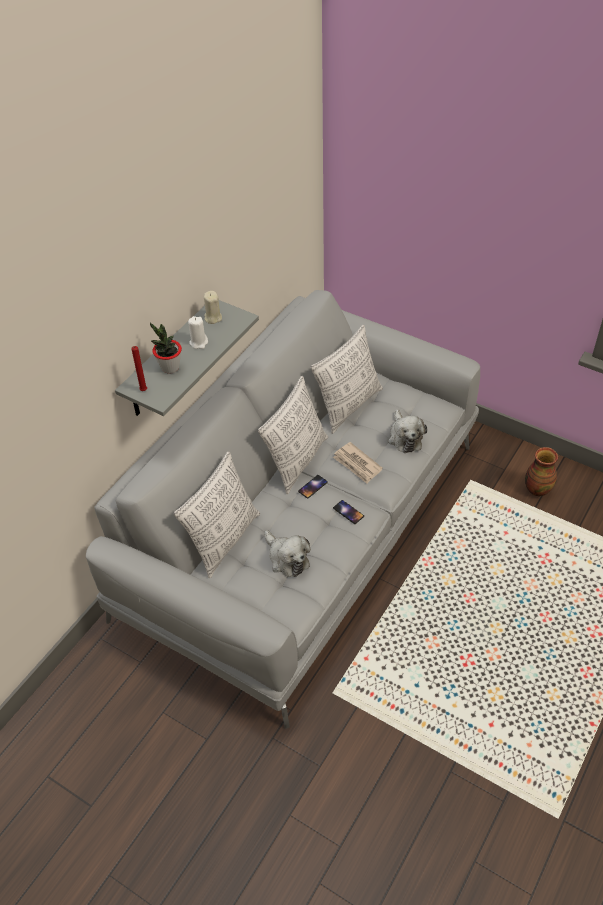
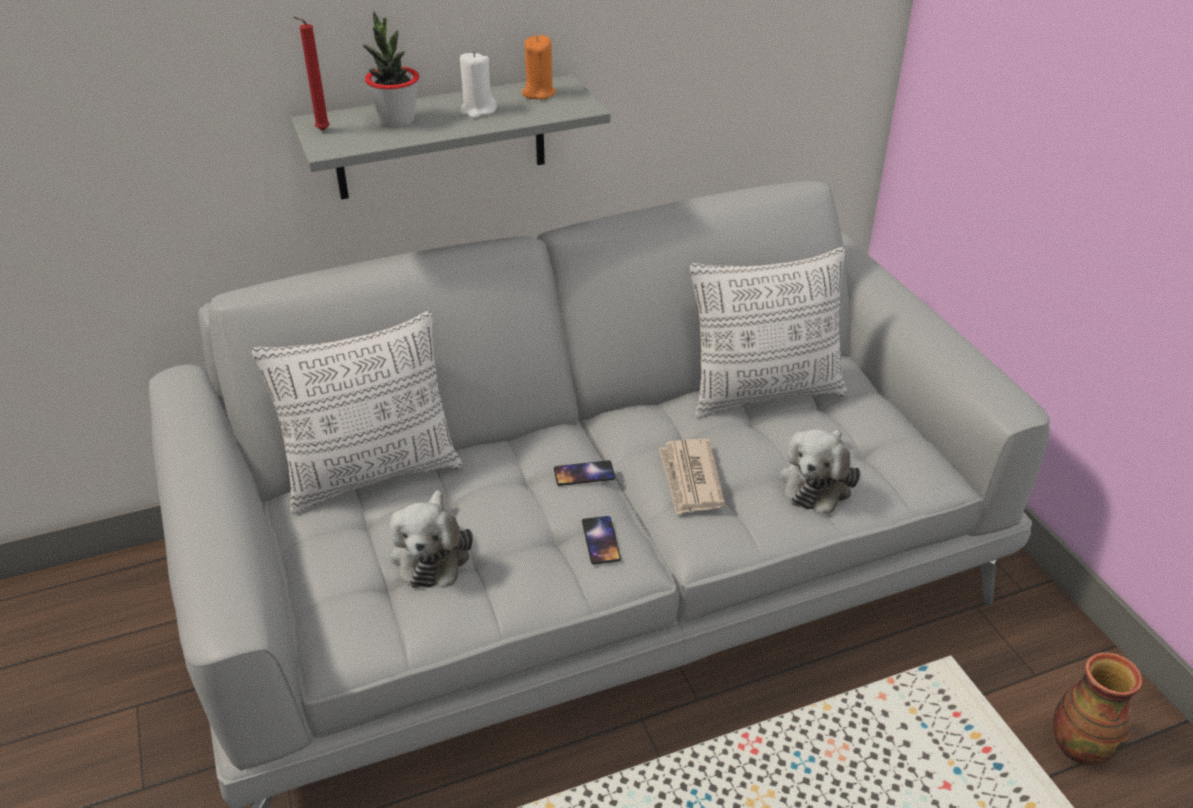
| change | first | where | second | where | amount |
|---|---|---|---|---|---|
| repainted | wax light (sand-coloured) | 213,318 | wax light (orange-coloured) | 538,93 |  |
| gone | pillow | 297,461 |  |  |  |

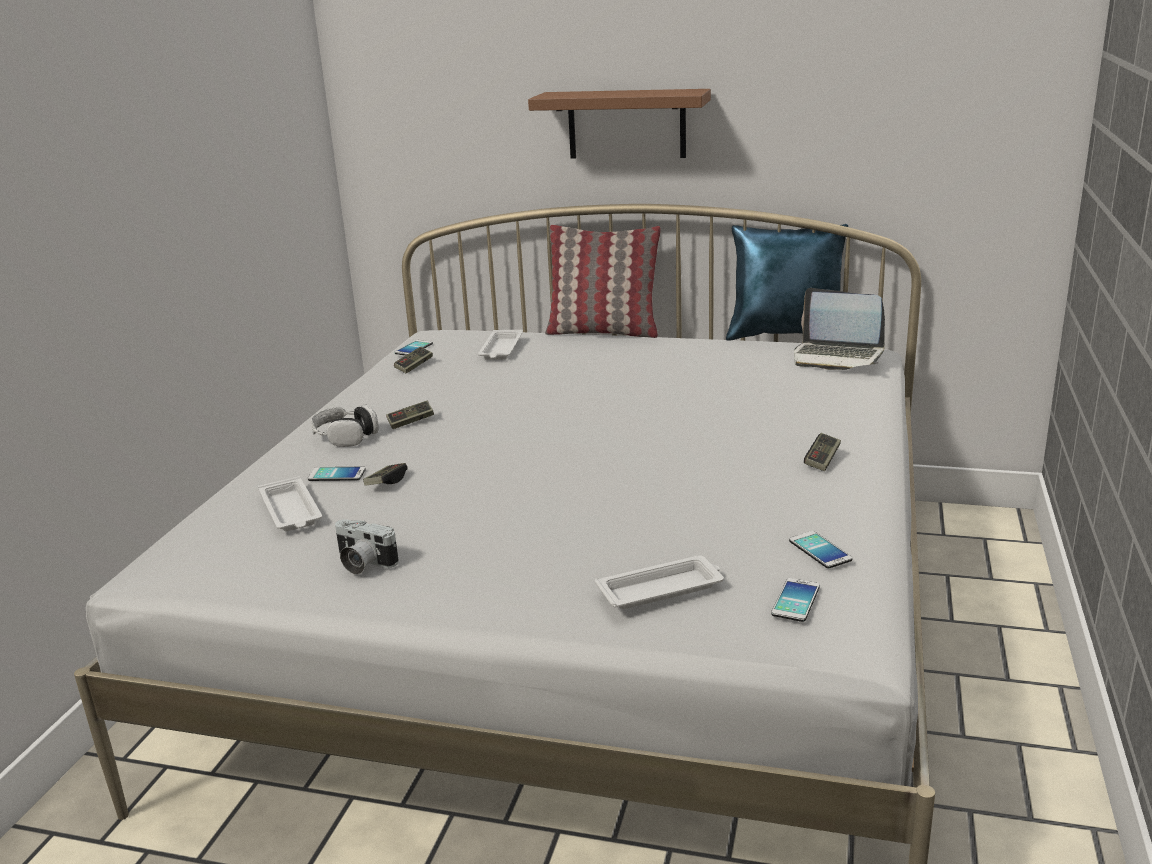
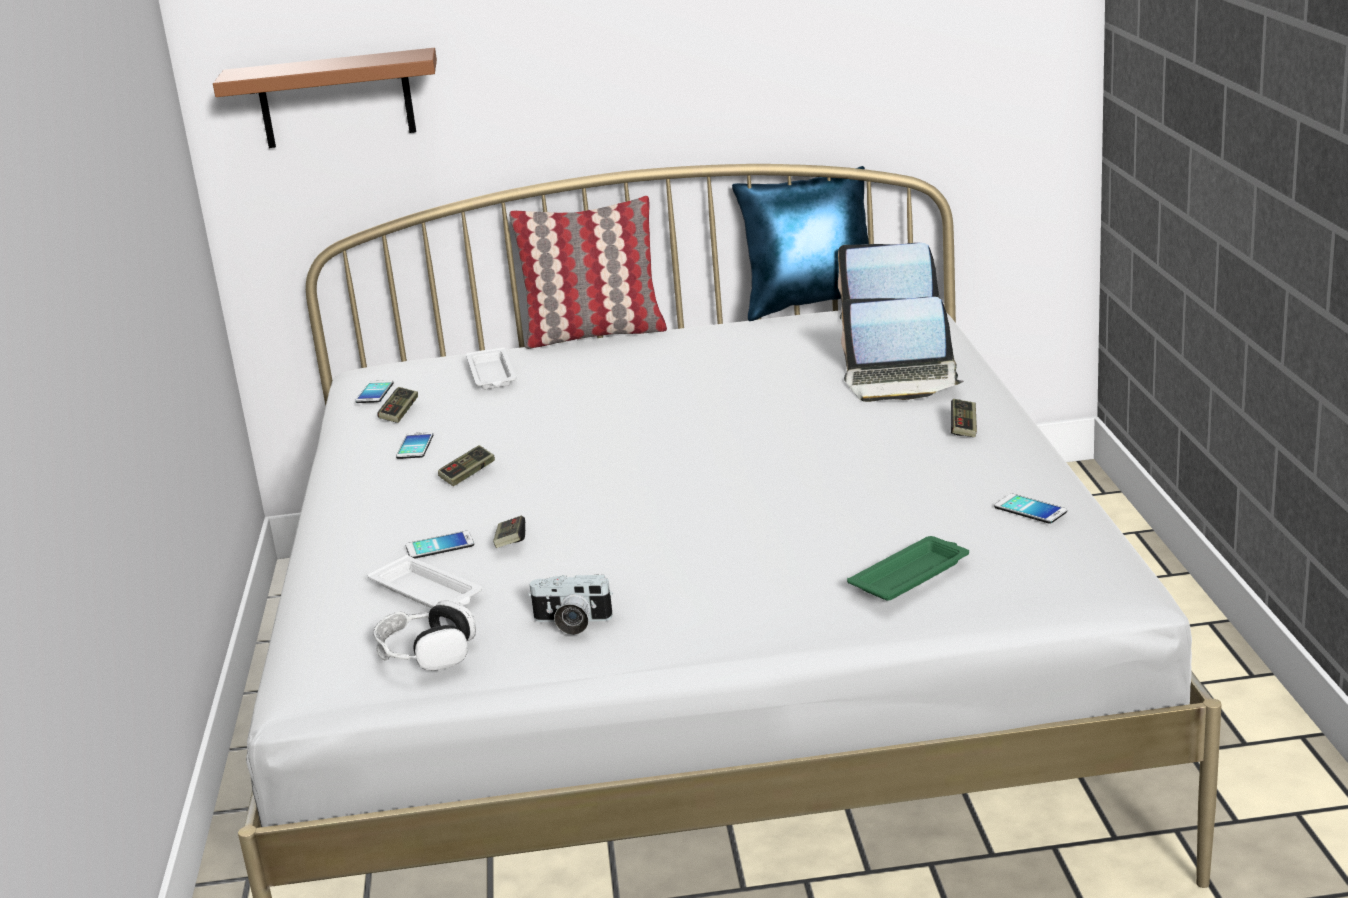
| change | first | where | second | where | amount |
|---|---|---|---|---|---|
| shifted | headset | 345,436 |  | 426,653 |  |
| shifted | wall shelf (brown-coloured) | 626,124 |  | 336,99 |  |
| repainted | carrying tray (whitish) | 662,589 | carrying tray (green) | 911,575 |  |
| shifted | telephone | 795,600 |  | 415,446 |  |
| new |  |  | laptop | 902,381 |  |

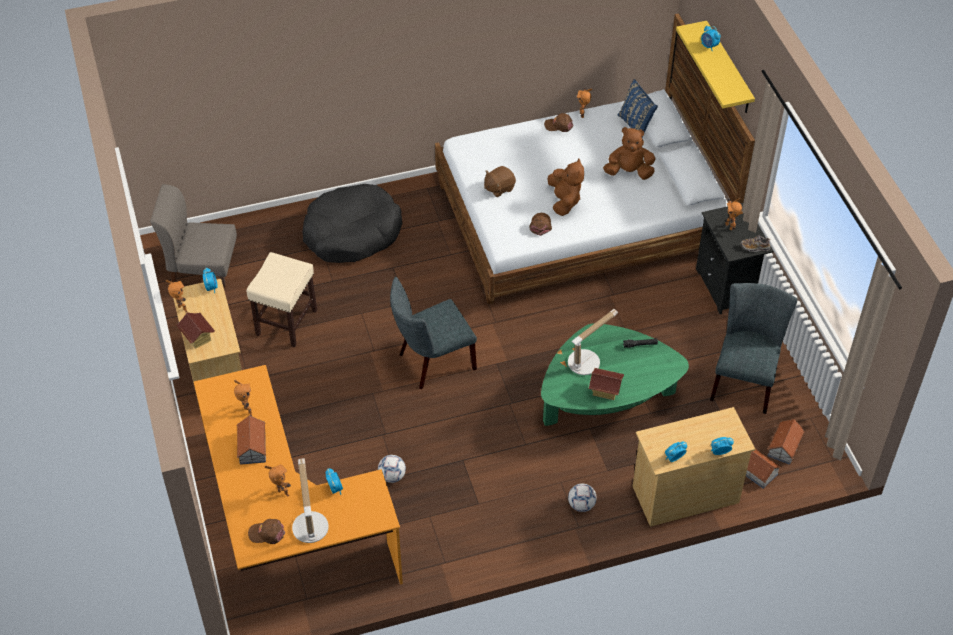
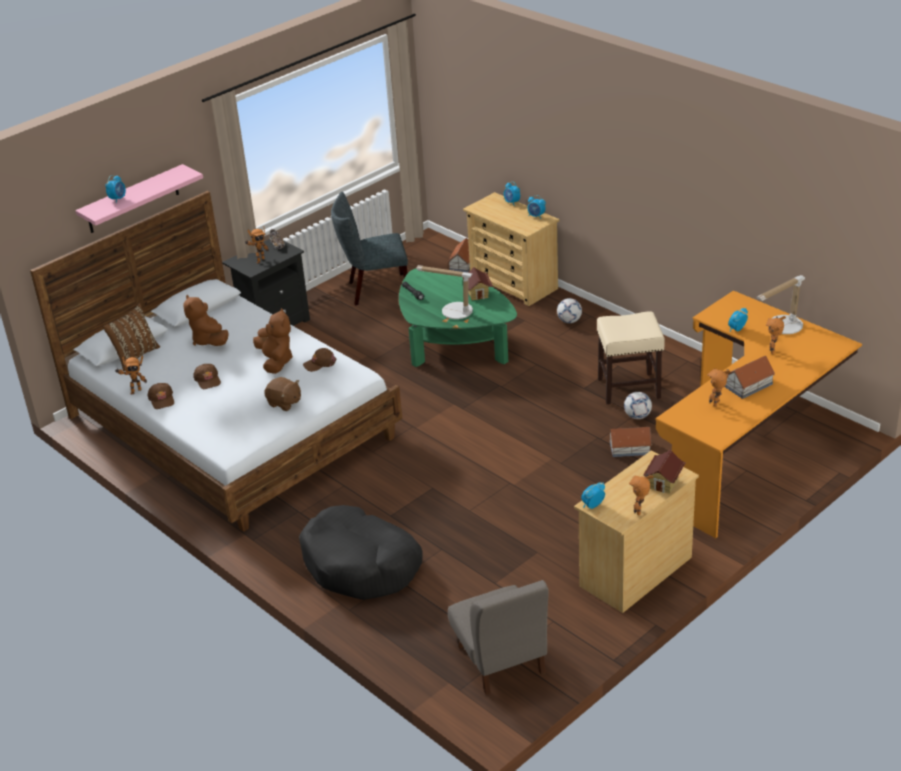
| change | first | where | second | where | amount |
|---|---|---|---|---|---|
| shifted | stool seat (sand-coloured) | 286,323 |  | 629,388 |  |
| shifted | peaked cap (brown-coloured) | 267,533 |  | 208,380 |  |
| gone | plain chair (greyish) | 432,362 |  |  |  |
| rotated | cuddly toy (brown-coloured) | 564,201 |  | 276,361 | 105 degrees clockwise |
| repainted | pillow (blue-coloured) | 636,126 | pillow (brown-coloured) | 135,356 |  |
| repainted | wall shelf (yellow-coloured) | 728,69 | wall shelf (pinkish) | 132,199 |  |
| shifted | model house | 784,446 |  | 629,448 |  |

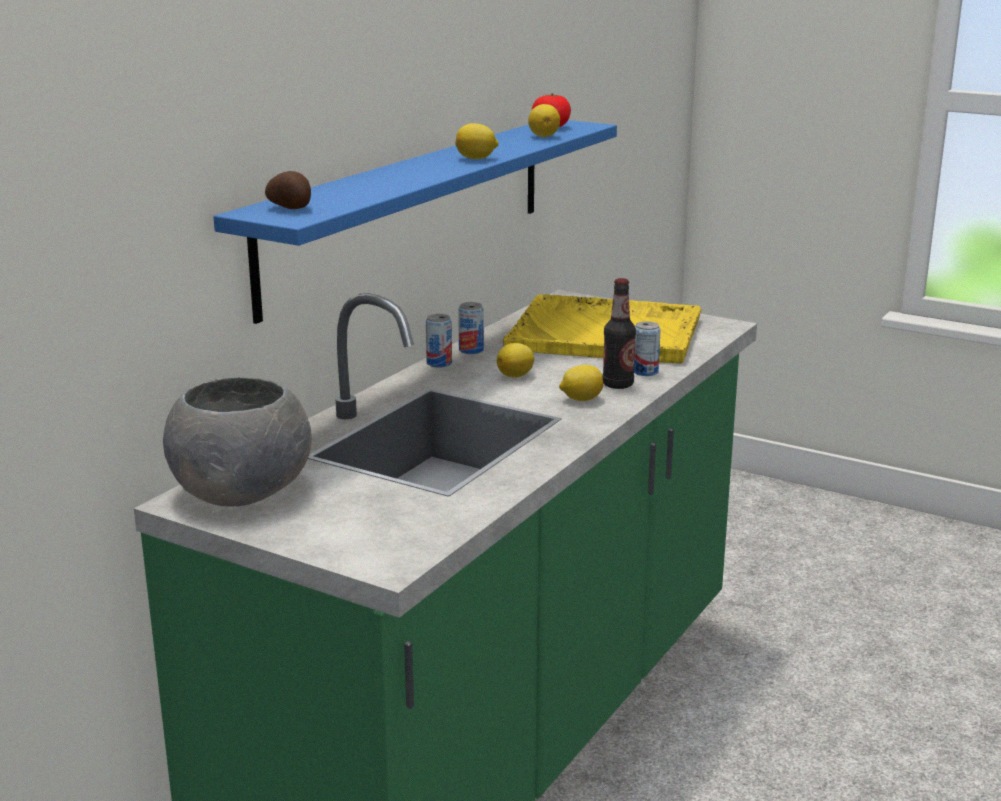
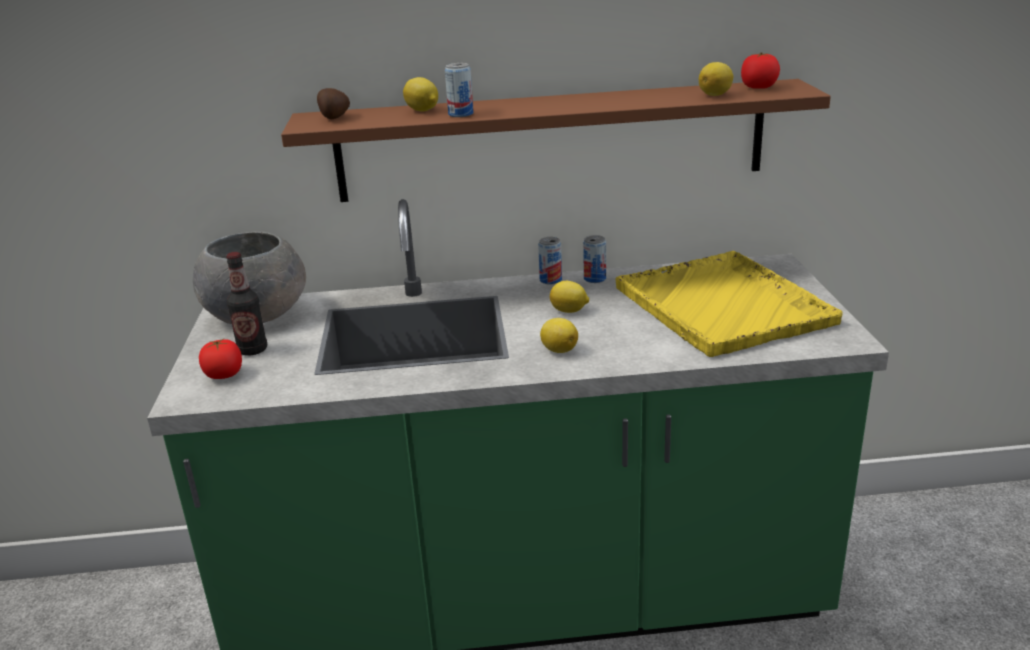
| change | first | where | second | where | amount |
|---|---|---|---|---|---|
| repainted | wall shelf (blue-coloured) | 411,209 | wall shelf (brown-coloured) | 551,141 |  |
| shifted | lemon | 476,158 |  | 422,111 |  |
| shifted | beverage bottle | 617,385 |  | 252,350 |  |
| shifted | can | 645,372 |  | 460,114 |  |
| new |  |  | fresh tomato | 224,375 |  |

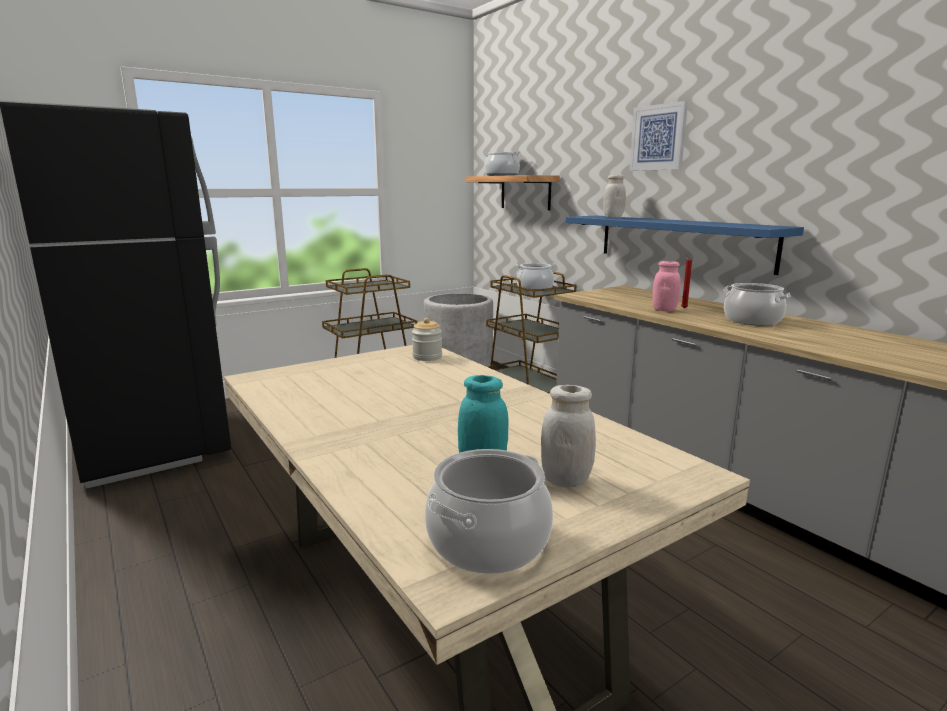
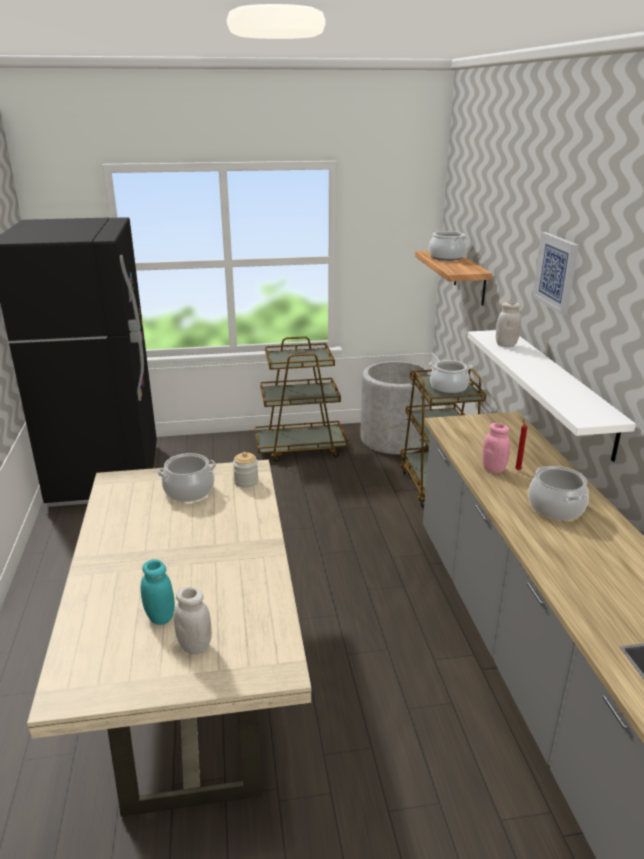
| change | first | where | second | where | amount |
|---|---|---|---|---|---|
| shifted | cooking pot | 487,541 |  | 189,491 |  |
| repainted | wall shelf (blue-coloured) | 681,241 | wall shelf (whitish) | 559,389 |  |

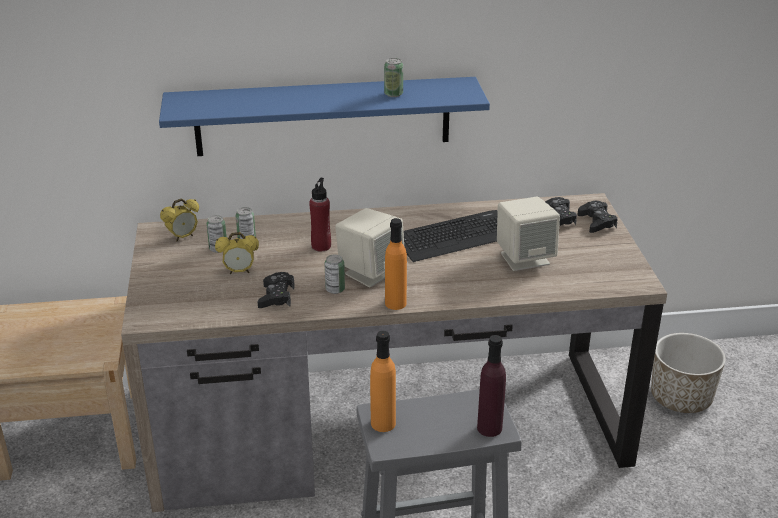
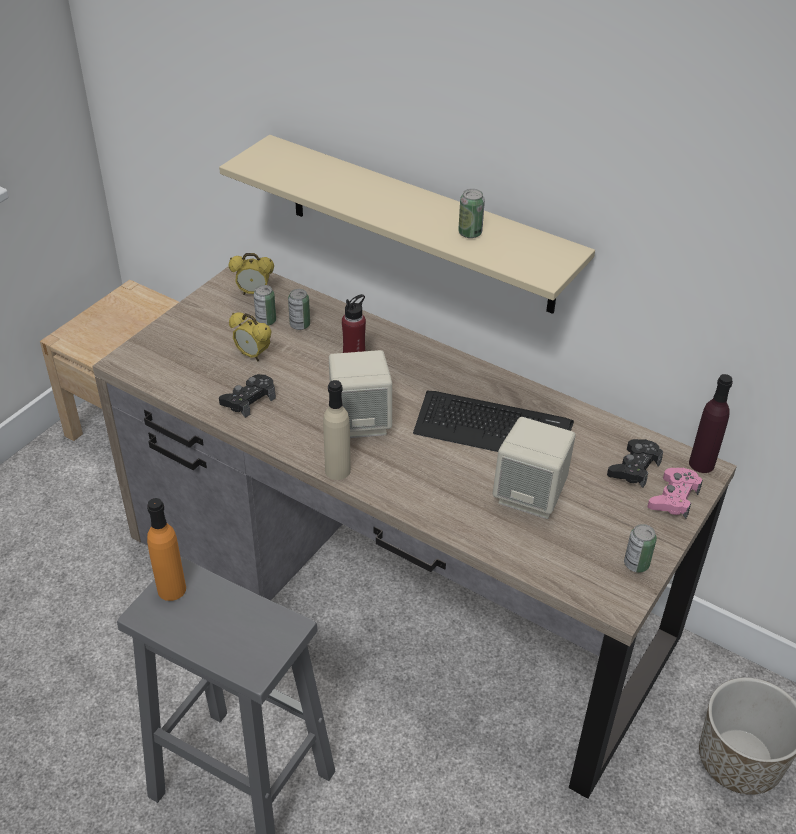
| change | first | where | second | where | amount |
|---|---|---|---|---|---|
| repainted | wall shelf (blue-coloured) | 323,116 | wall shelf (sand-coloured) | 420,224 |  |
| shifted | can | 335,289 |  | 636,564 |  |
| repainted | beverage bottle (orange-coloured) | 395,303 | beverage bottle (sand-coloured) | 337,470 |  |
| shifted | beverage bottle (purple) | 489,428 |  | 701,464 |  |
| repainted | joypad (black-coloured) | 596,222 | joypad (pinkish) | 674,498 |  |

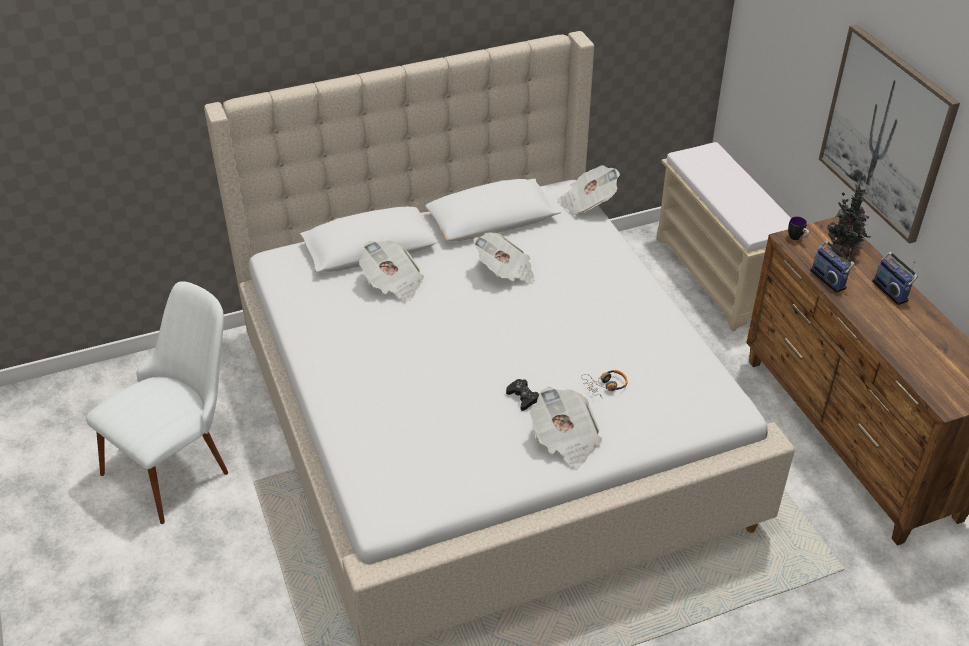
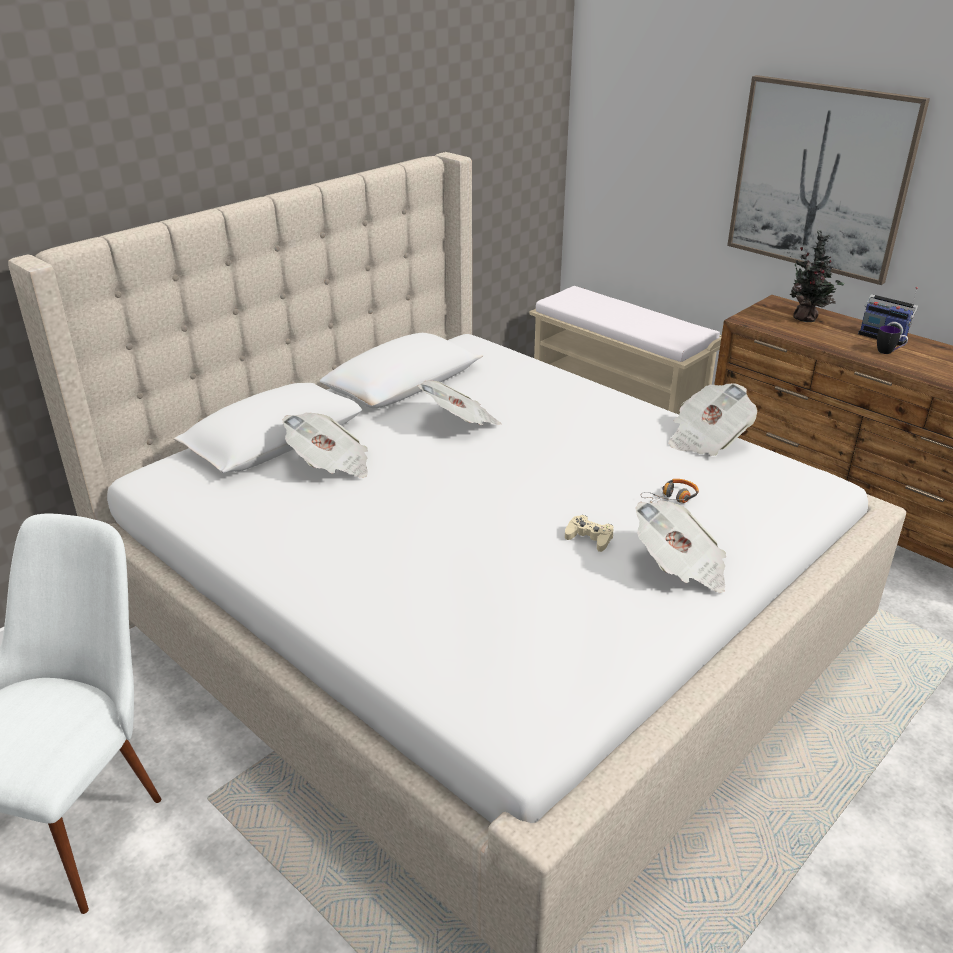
| change | first | where | second | where | amount |
|---|---|---|---|---|---|
| repainted | joypad (black-coloured) | 522,397 | joypad (sand-coloured) | 589,538 |  |
| shifted | newspaper | 587,203 |  | 707,439 |  |
| shifted | coffee mug | 797,239 |  | 888,352 |  |
| gone | radio | 829,279 |  |  |  |

